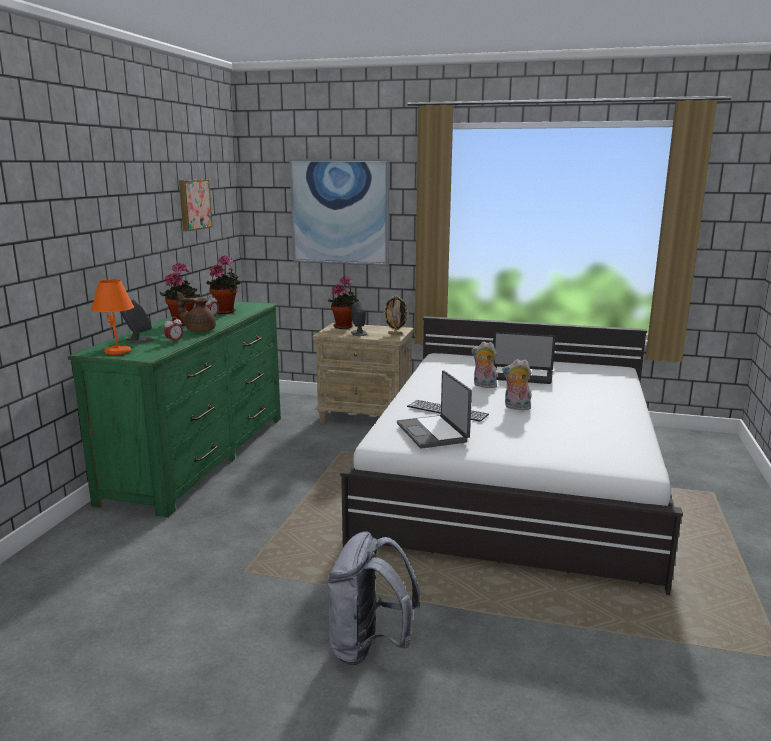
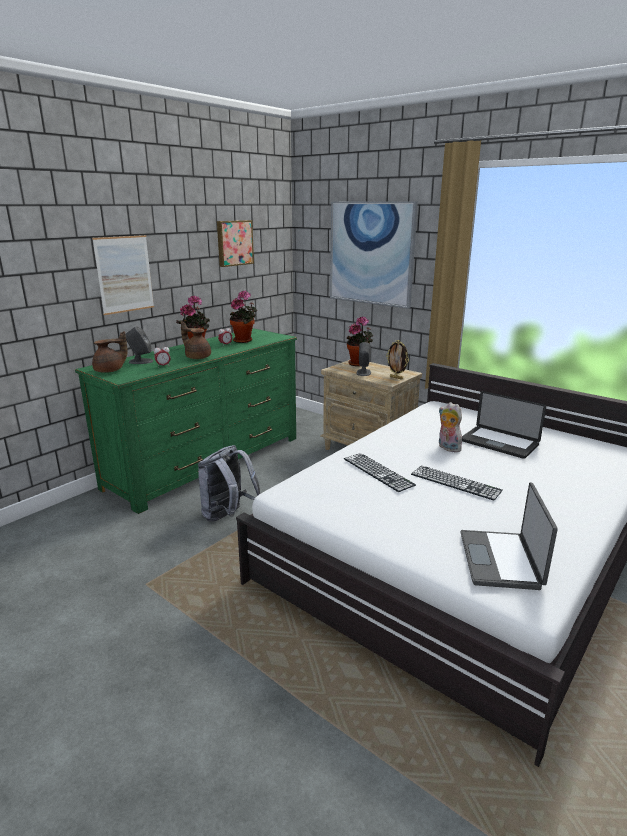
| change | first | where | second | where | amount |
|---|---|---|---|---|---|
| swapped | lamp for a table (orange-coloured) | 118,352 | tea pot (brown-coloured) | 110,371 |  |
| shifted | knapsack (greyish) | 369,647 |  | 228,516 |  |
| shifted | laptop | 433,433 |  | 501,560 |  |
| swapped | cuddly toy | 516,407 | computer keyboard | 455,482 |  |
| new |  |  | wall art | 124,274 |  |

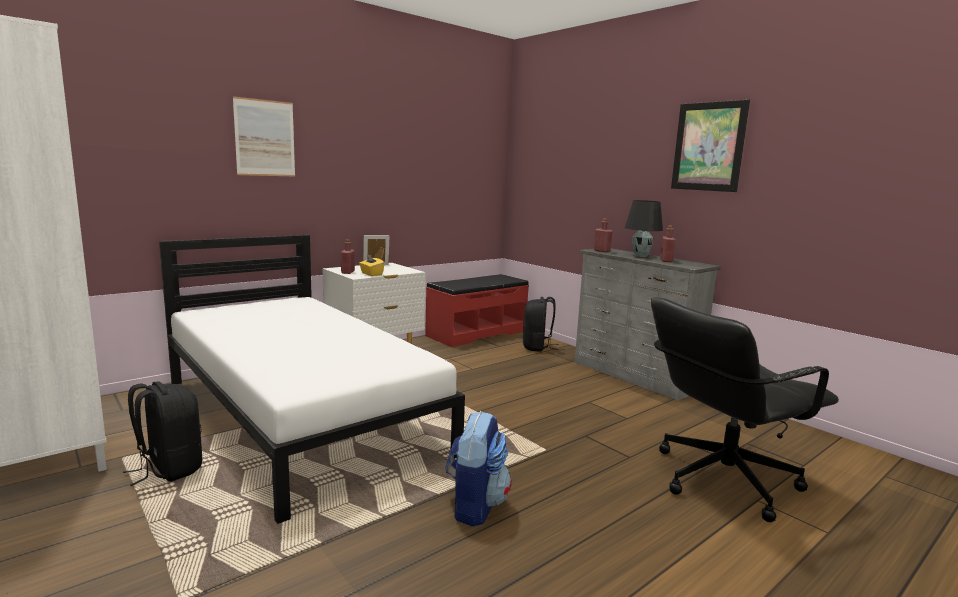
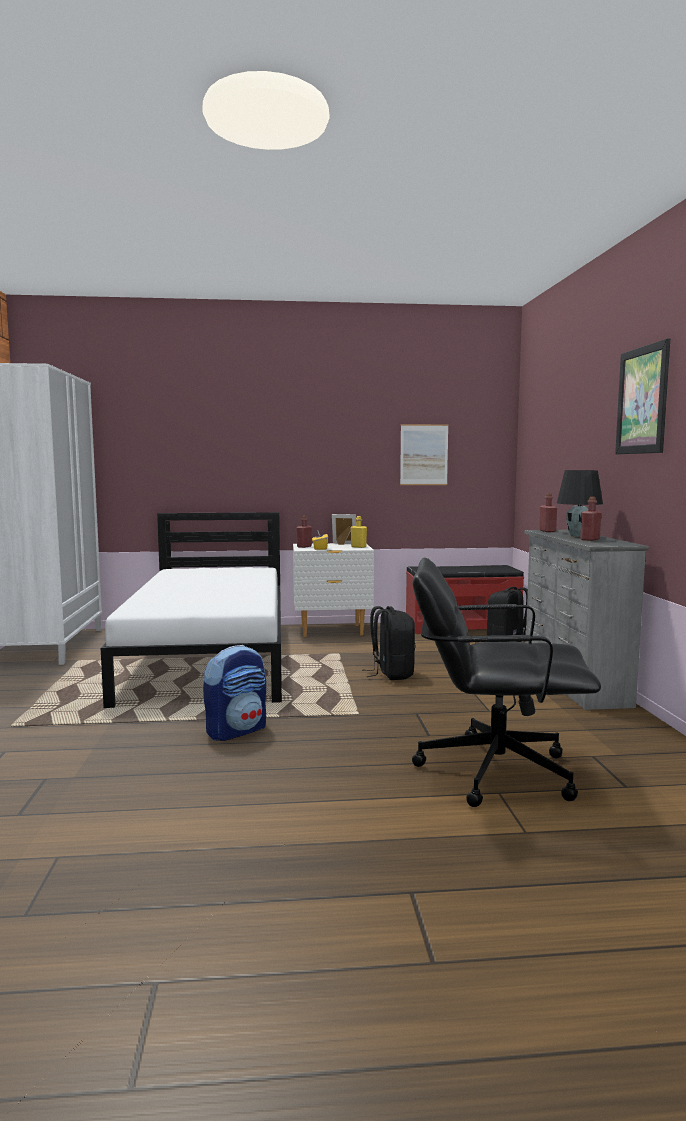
| change | first | where | second | where | amount |
|---|---|---|---|---|---|
| shifted | knapsack (black-coloured) | 169,469 |  | 391,674 |  |
| shifted | wall art | 265,138 |  | 424,454 |  |
| new |  |  | beverage bottle (yellow-coloured) | 358,547 |  |

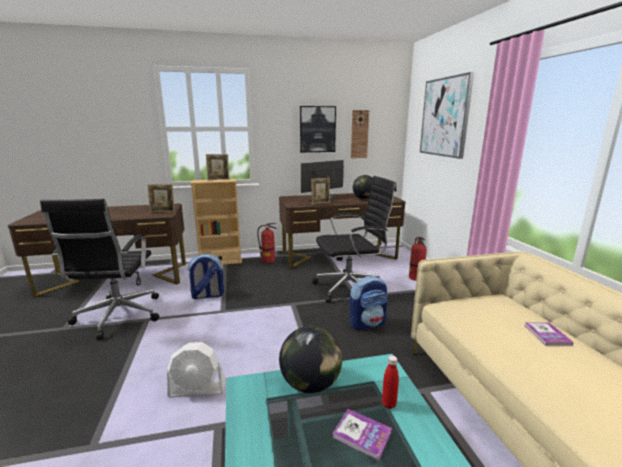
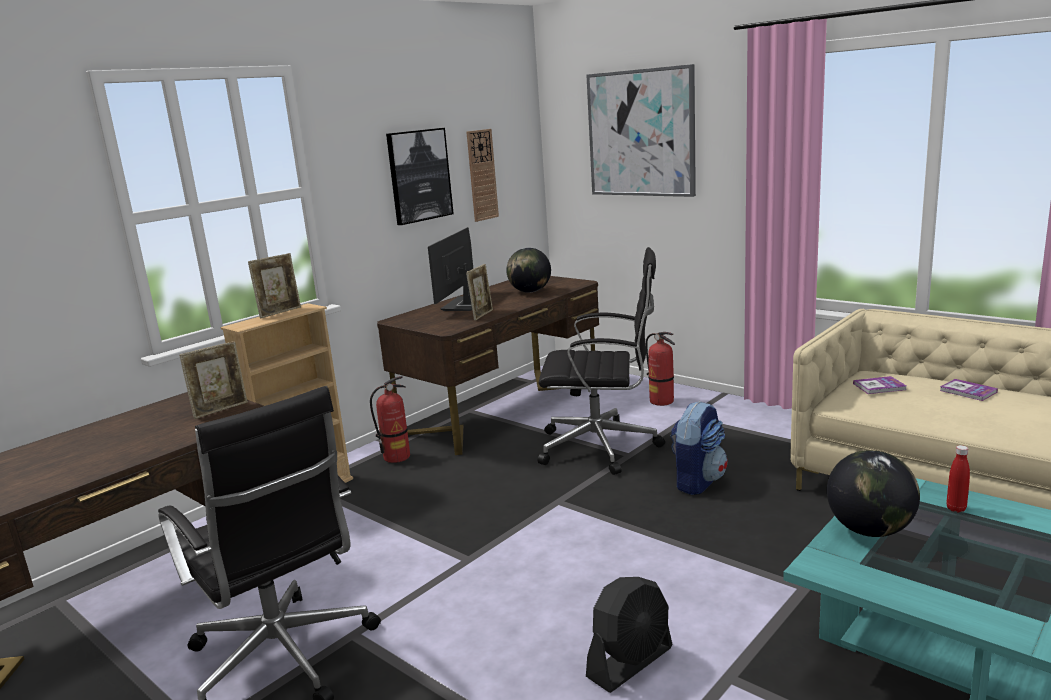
| change | first | where | second | where | amount |
|---|---|---|---|---|---|
| repainted | cooling fan (whitish) | 197,389 | cooling fan (black-coloured) | 630,662 |  |
| gone | knapsack | 207,295 |  |  |  |
| rotated | computer chair (black-coloured) | 351,288 |  | 602,447 | 60 degrees clockwise |
| shifted | bound book | 362,434 |  | 879,386 |  |

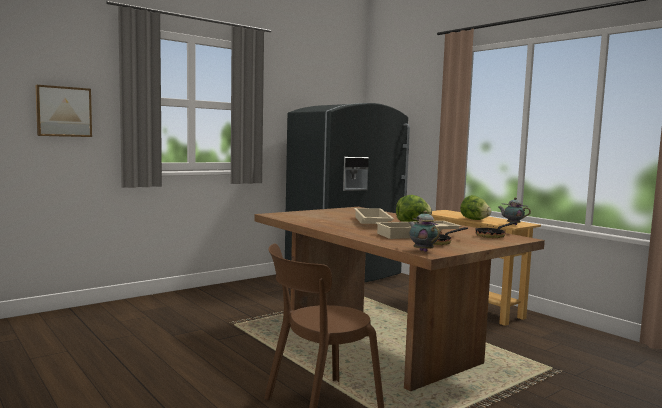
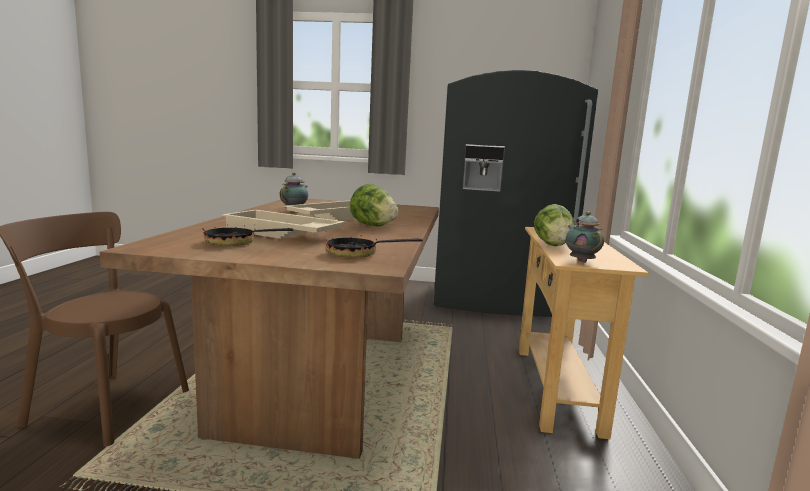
| change | first | where | second | where | amount |
|---|---|---|---|---|---|
| gone | wall art | 63,111 |  |  |  |
| shifted | tea pot | 422,251 |  | 295,212 |  |

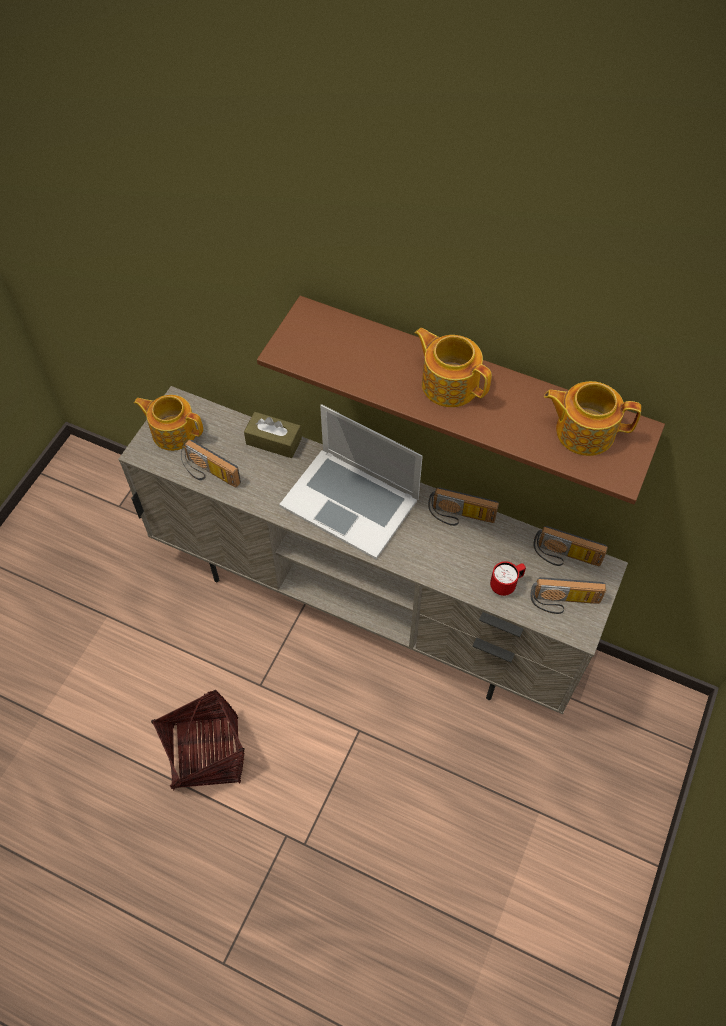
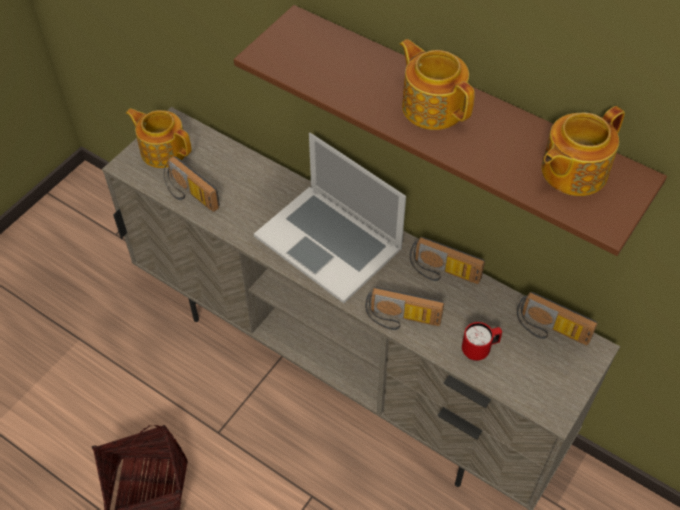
| change | first | where | second | where | amount |
|---|---|---|---|---|---|
| gone | box of tissues (brown-coloured) | 274,441 |  |  |  |
| shifted | radio | 564,603 |  | 402,320 |  |
| rotated | tea pot | 583,430 |  | 572,171 | 60 degrees counterclockwise |

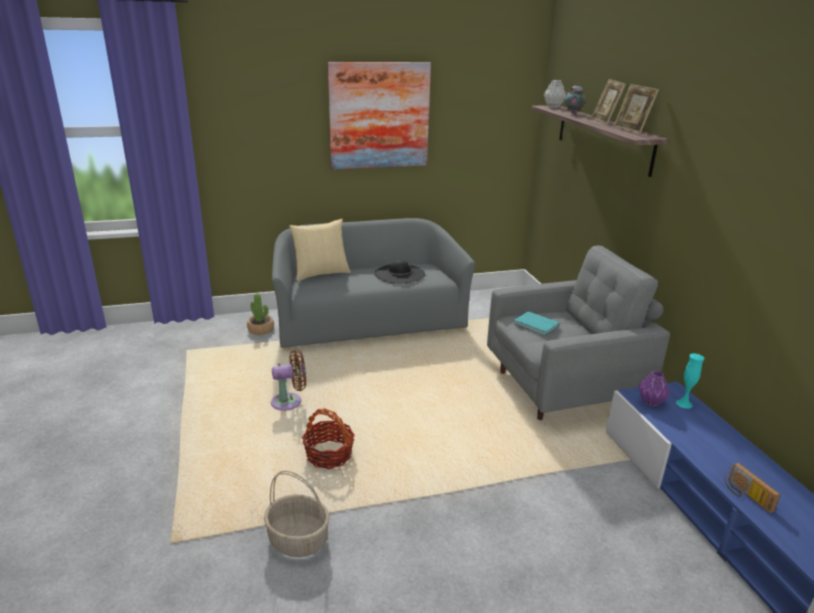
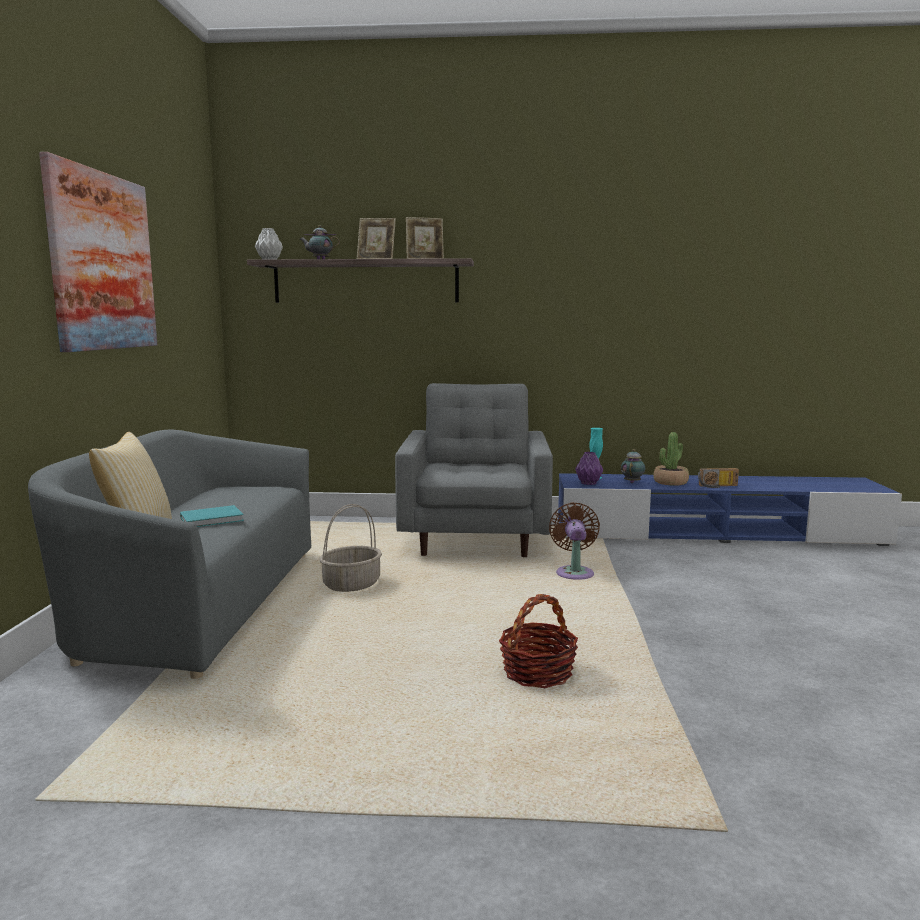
| change | first | where | second | where | amount |
|---|---|---|---|---|---|
| shifted | plant in a pot | 261,329 |  | 670,482 |  |
| shifted | household basket | 299,539 |  | 352,584 |  |
| shifted | cooling fan (brown-coloured) | 290,402 |  | 574,572 |  |
| gone | clothing hat (black-coloured) | 399,274 |  |  |  |
| shifted | bound book (turquoise-coloured) | 536,326 |  | 213,519 |  |
| new |  |  | tea pot | 632,482 |  |

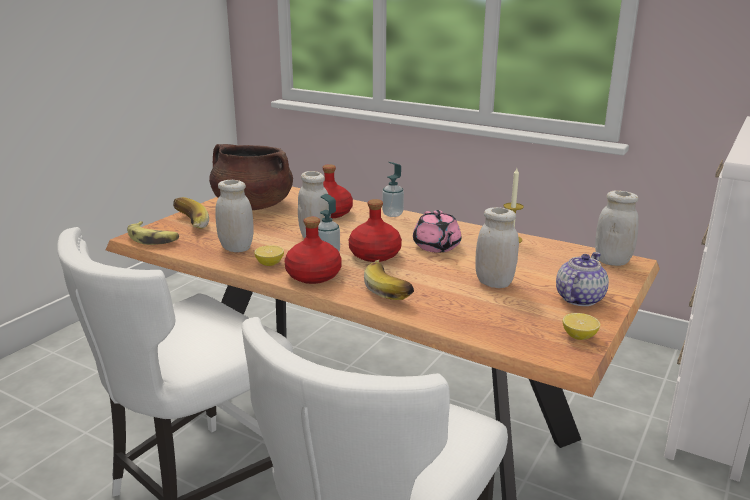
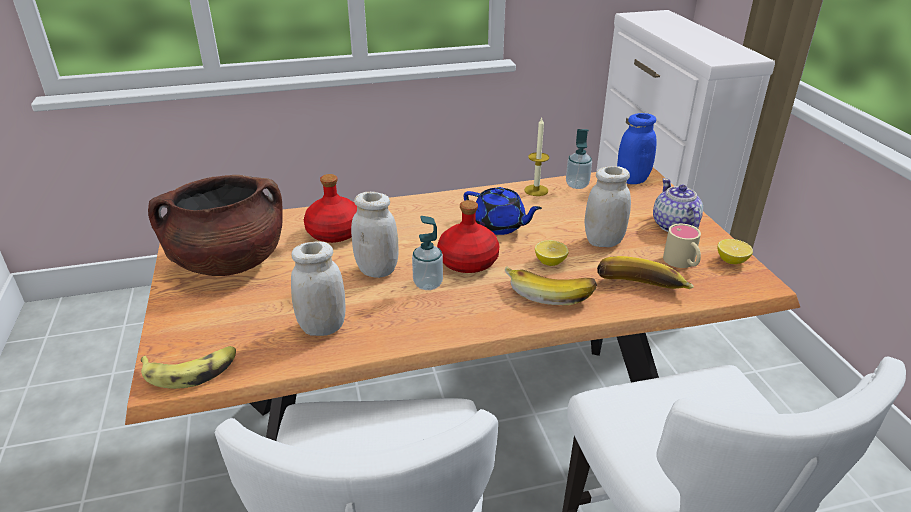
| change | first | where | second | where | amount |
|---|---|---|---|---|---|
| shifted | whole banana | 187,224 |  | 640,289 |  |
| shifted | lemon | 270,263 |  | 550,262 |  |
| gone | beverage bottle (red-coloured) | 312,275 |  |  |  |
| shifted | liquid soap bottle | 392,214 |  | 577,185 |  |
| repainted | tea pot (pinkish) | 436,247 | tea pot (blue-coloured) | 499,226 |  |
| repainted | jar (whitish) | 612,261 | jar (blue-coloured) | 632,179 |  |
| new |  |  | coffee mug (sand-coloured) | 682,263 |  |

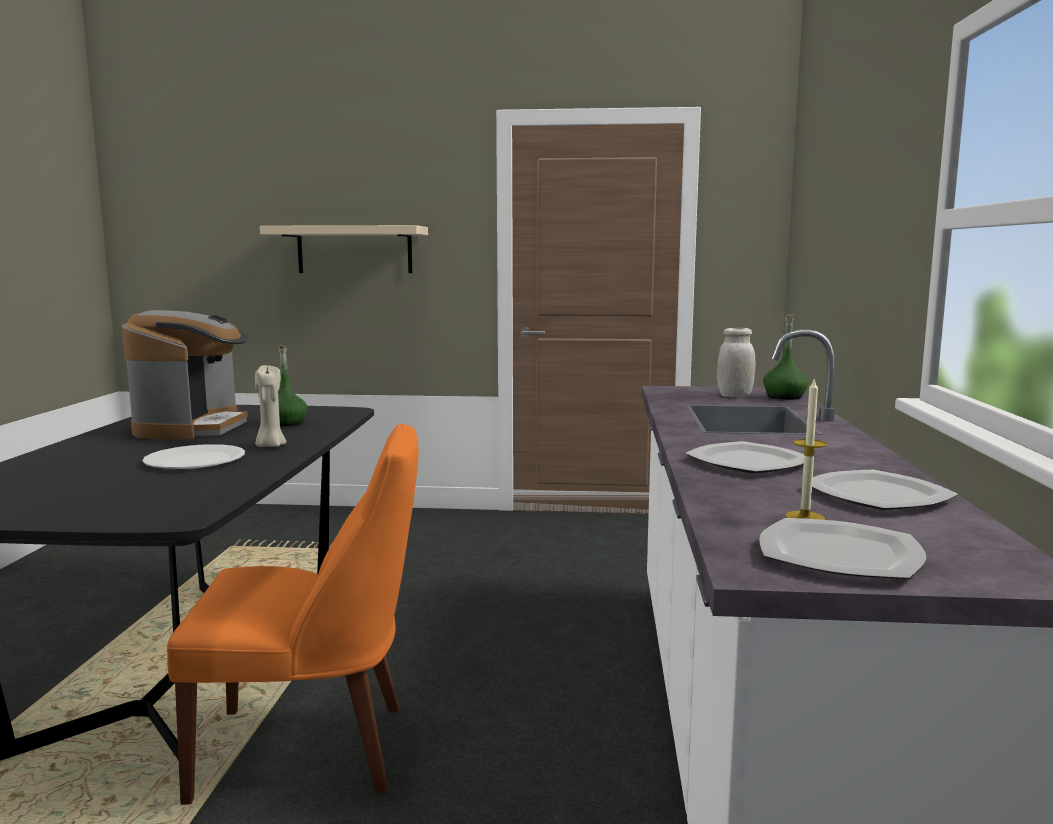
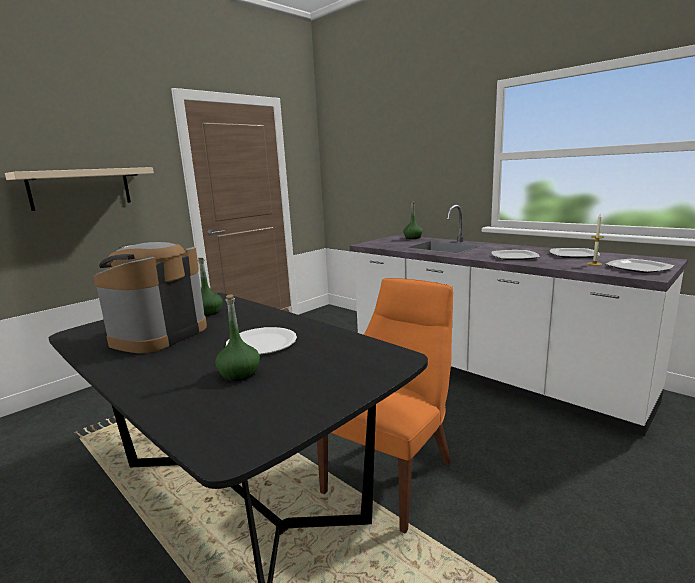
| change | first | where | second | where | amount |
|---|---|---|---|---|---|
| rotated | coffee machine | 192,428 |  | 158,335 | 105 degrees counterclockwise |
| gone | wax light (sand-coloured) | 270,446 |  |  |  |
| gone | jar (whitish) | 734,396 |  |  |  |
| new |  |  | beverage bottle (green) | 239,374 |  |

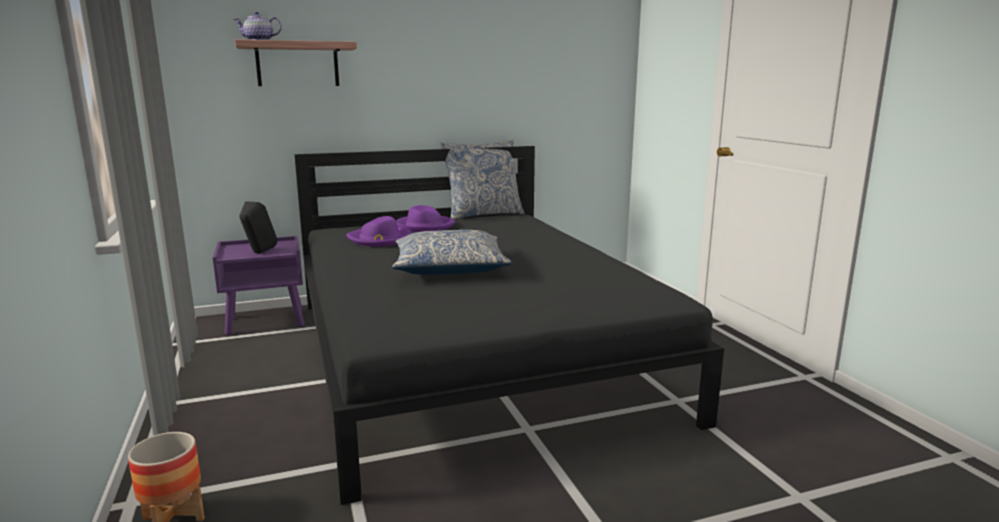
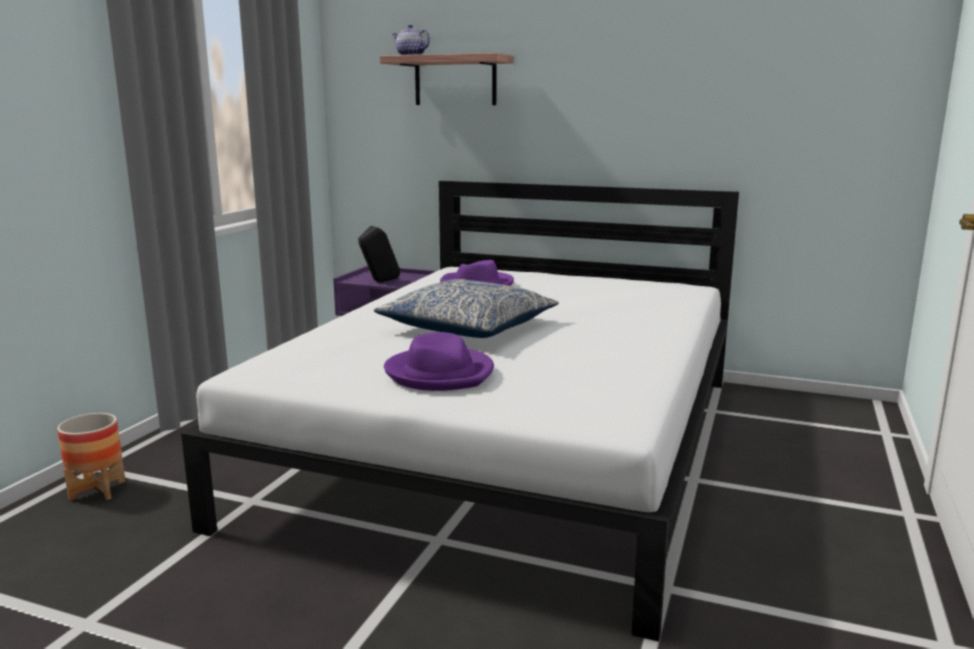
| change | first | where | second | where | amount |
|---|---|---|---|---|---|
| repainted | bedroom bed (black-coloured) | 470,354 | bedroom bed (whitish) | 514,443 |  |
| shifted | clothing hat (purple) | 424,226 |  | 440,373 |  |
| gone | pillow | 483,215 |  |  |  |

